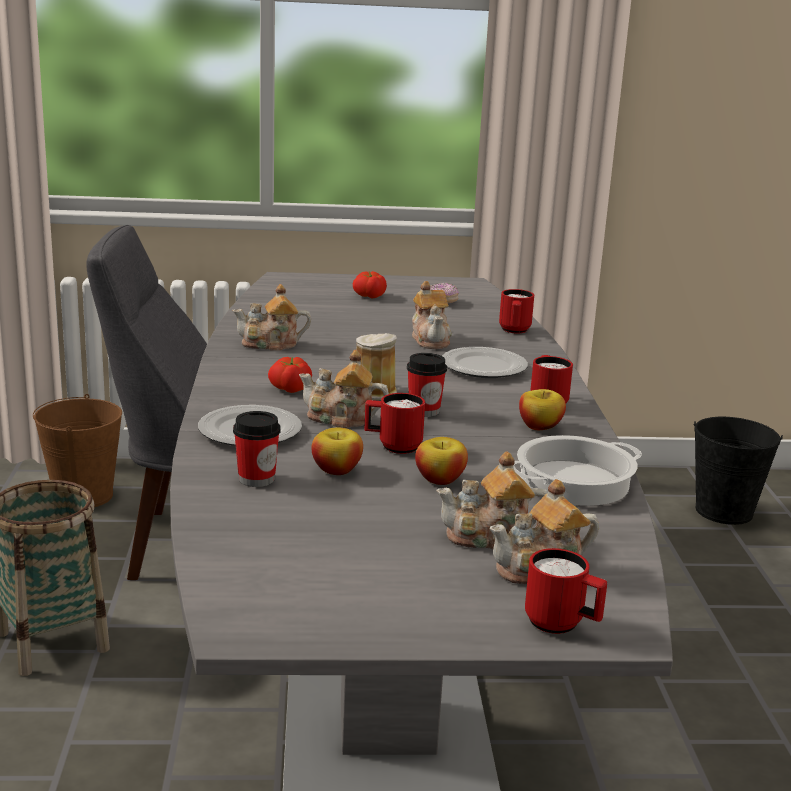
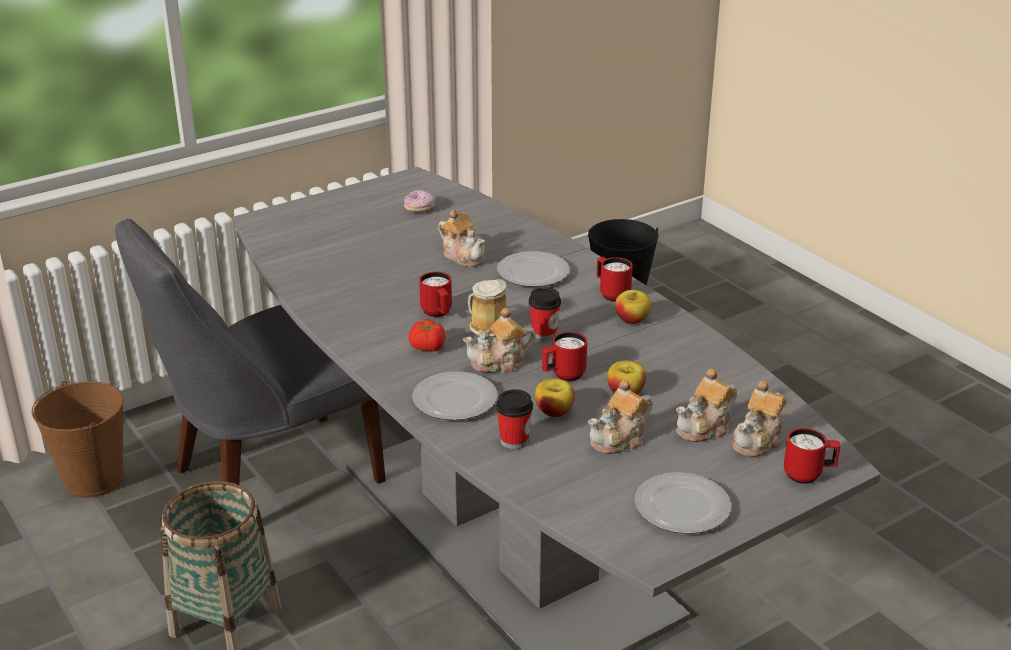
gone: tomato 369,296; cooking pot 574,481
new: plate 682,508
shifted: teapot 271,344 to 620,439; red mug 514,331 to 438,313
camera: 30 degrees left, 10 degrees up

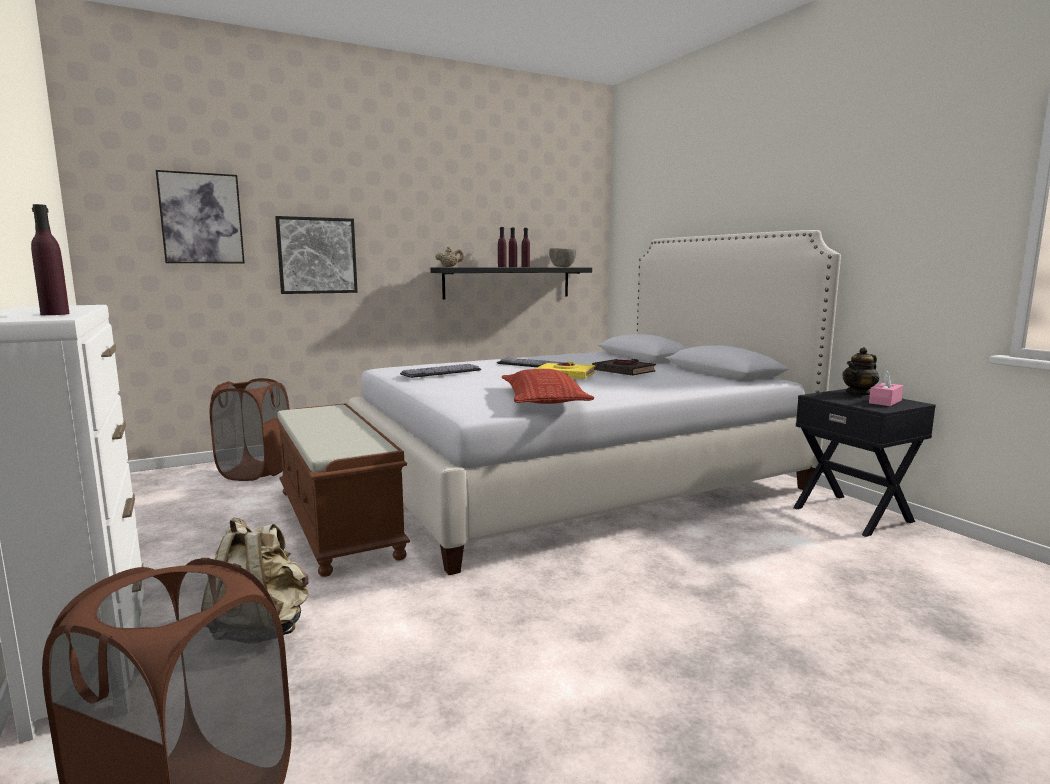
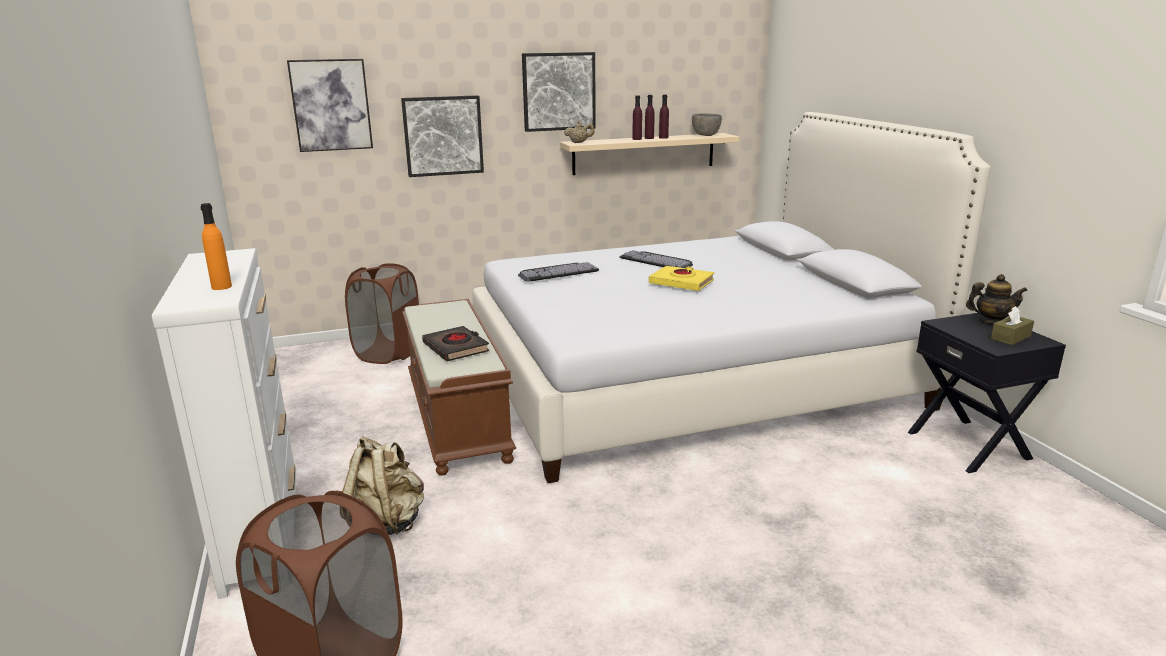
gone: pillow 543,398
new: picture 558,91
shifted: black book 623,371 to 456,348
repainted: purple bottle 55,314 to orange bottle 221,287; black shelf 507,282 to beige shelf 644,153; pink tissue box 885,402 to brown tissue box 1010,337
rotated: teapot 859,393 = 991,322 150 degrees counterclockwise
camera: 10 degrees right, 10 degrees up

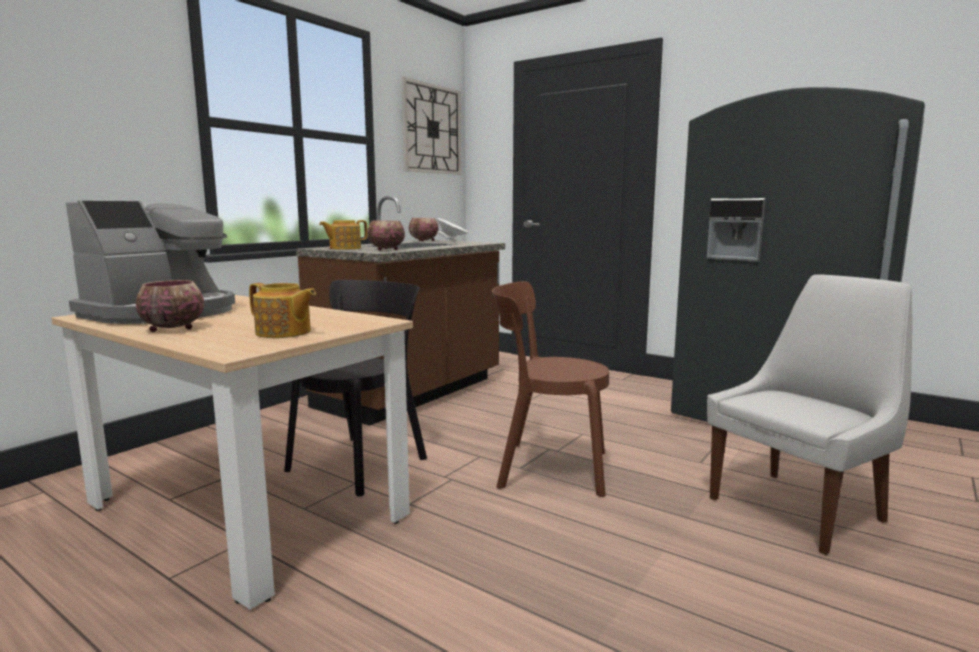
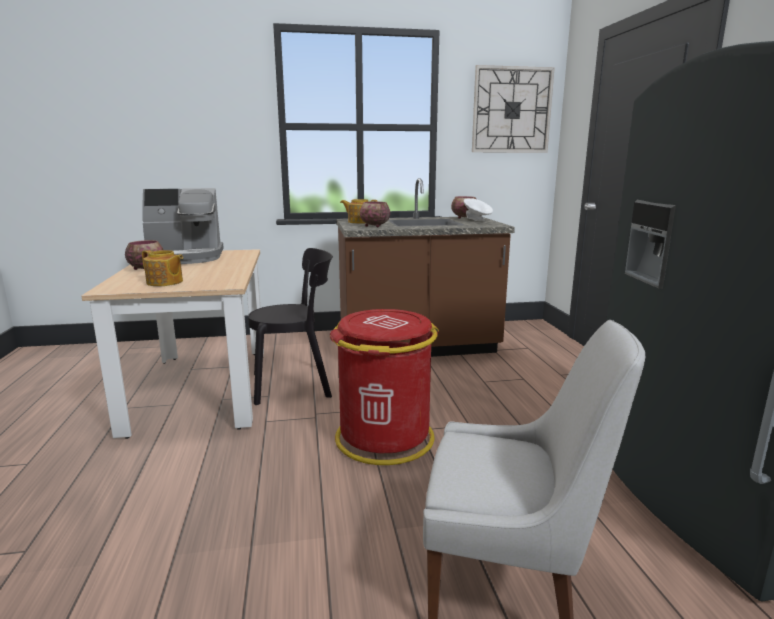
swapped: brown chair 546,468 to red trash can 384,438
rotated: teapot 283,332 = 165,282 45 degrees counterclockwise
camera: 45 degrees right, 5 degrees up

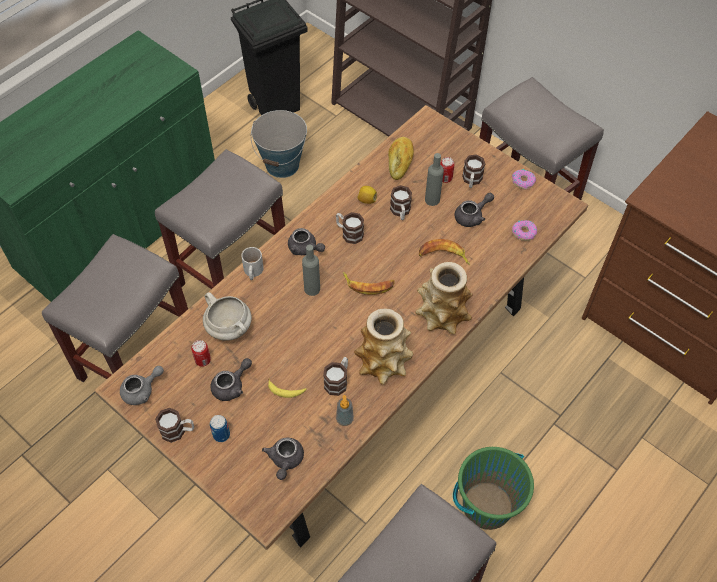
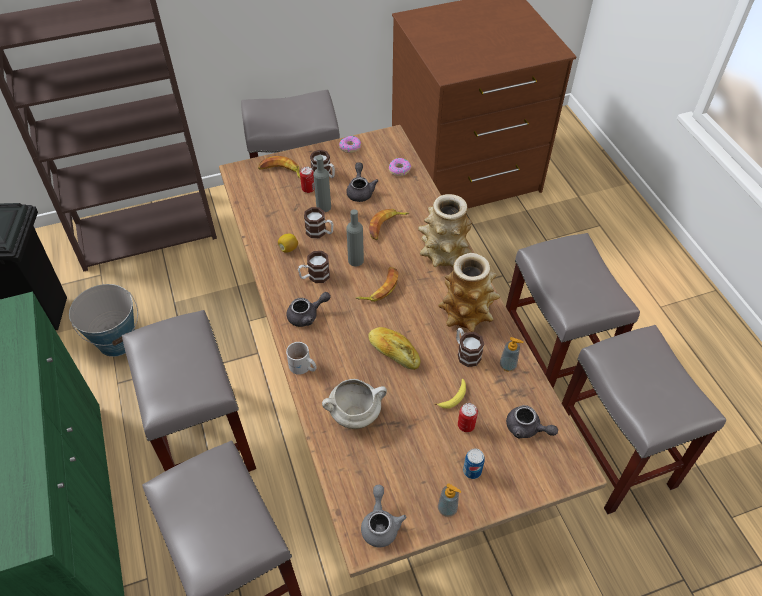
gone: grey teapot 232,386
new: banana 280,171
shifted: bread 400,162 to 393,352; grey bottle 312,289 to 355,260; can 203,360 to 466,425
swapped: mug 178,431 to soap dispenser 447,508; green bucket 486,505 to grey stool 553,358
camera: 60 degrees left, 5 degrees down

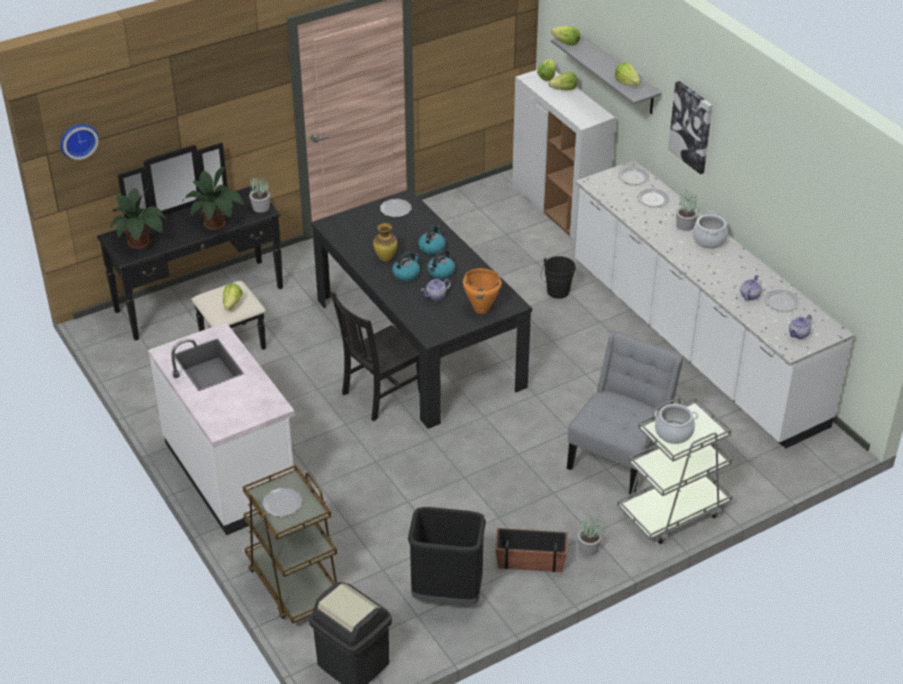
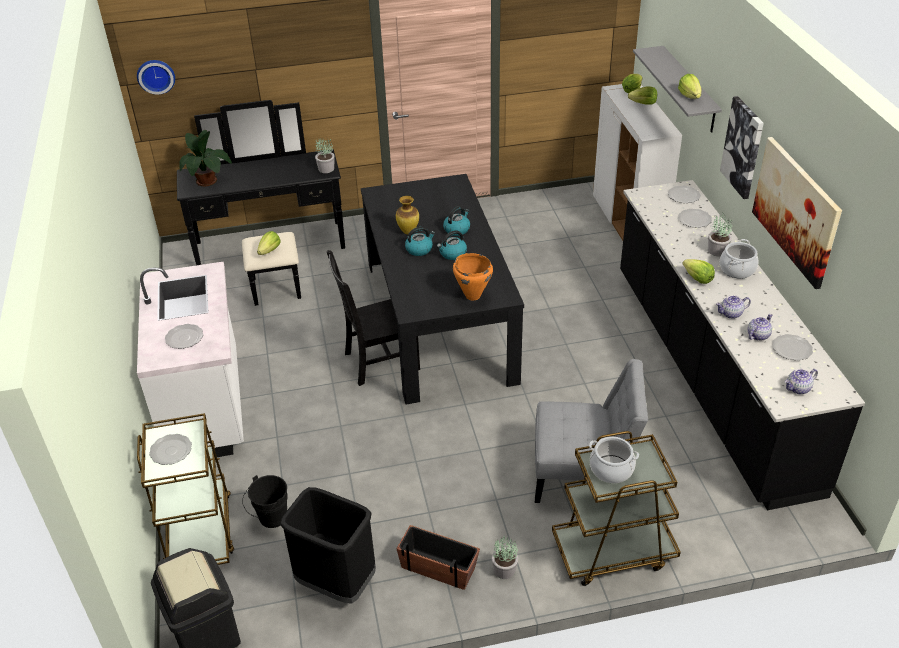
gone: potted plant 216,223
new: picture 795,210
shifted: lettuce 566,43 to 697,278; plate 395,209 to 184,338; black bucket 557,293 to 270,519; teapot 436,296 to 731,314
repainted: white counter 693,343 to black counter 709,375; grey cart 673,511 to brown cart 613,551
rotated: grey chair 620,455 = 583,475 45 degrees clockwise
camera: 20 degrees right, 0 degrees up

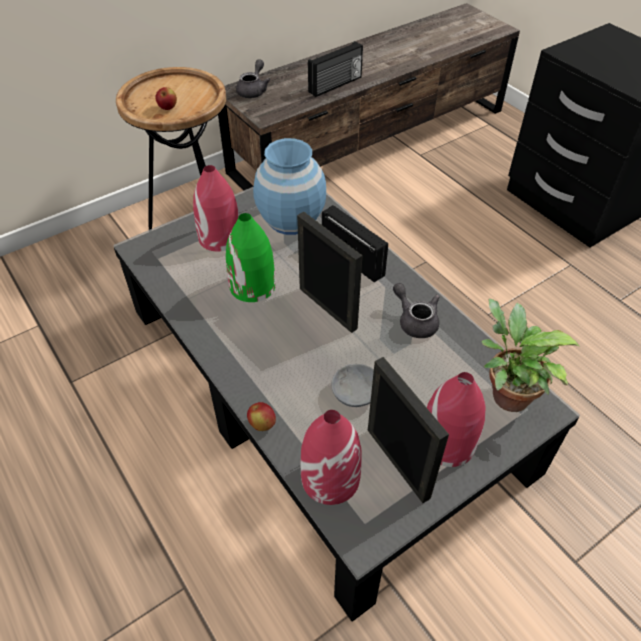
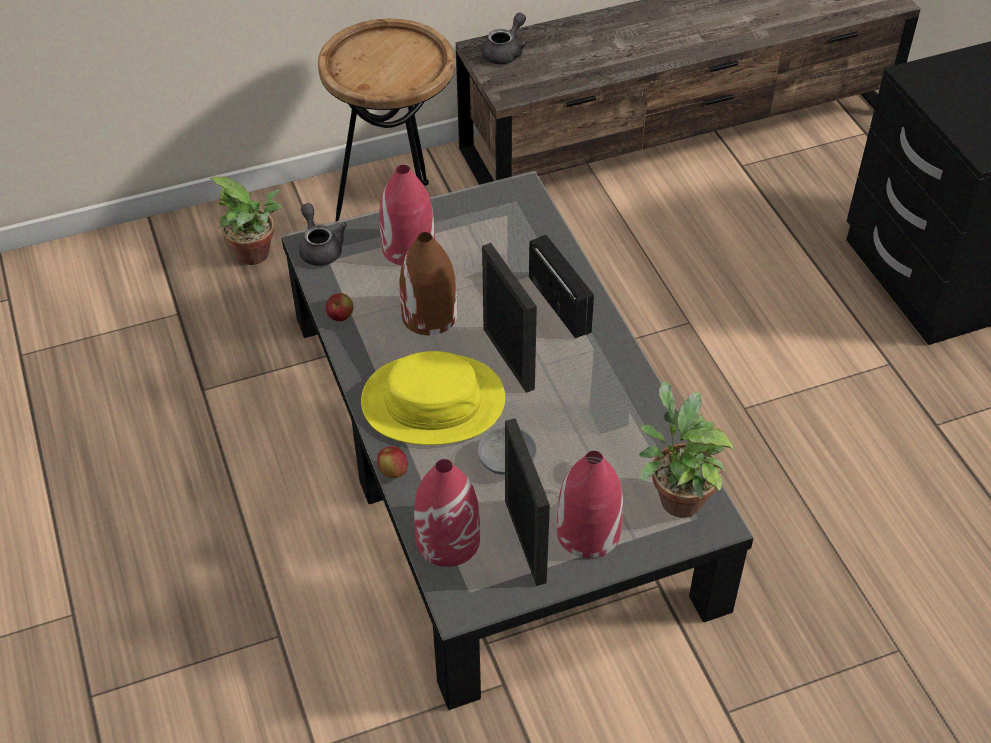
gone: radio 336,85; blue vase 291,220
new: potted plant 257,255; yellow hat 433,401
shifted: apple 168,108 to 340,317; grey teapot 415,321 to 320,248
repainted: green vase 252,286 to brown vase 429,316
camera: 15 degrees right, 0 degrees up

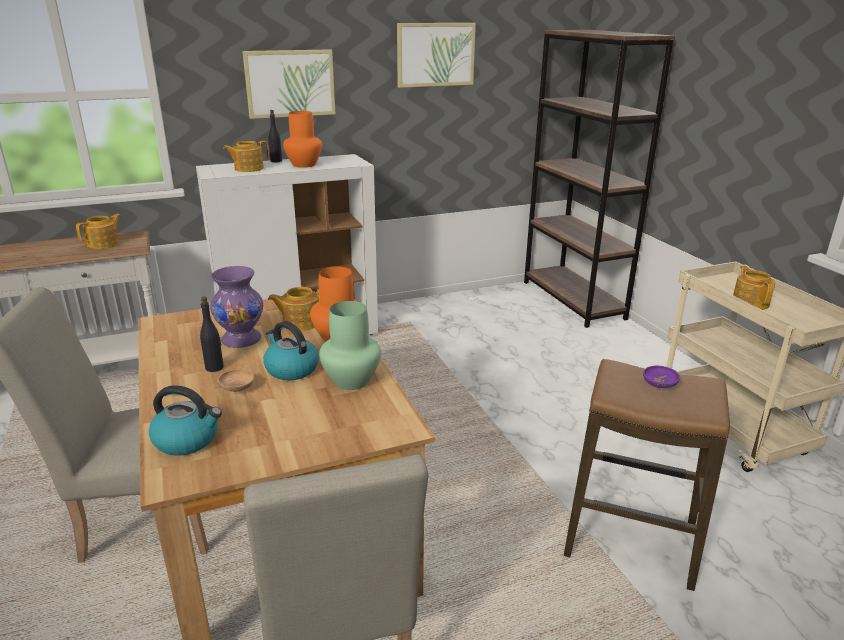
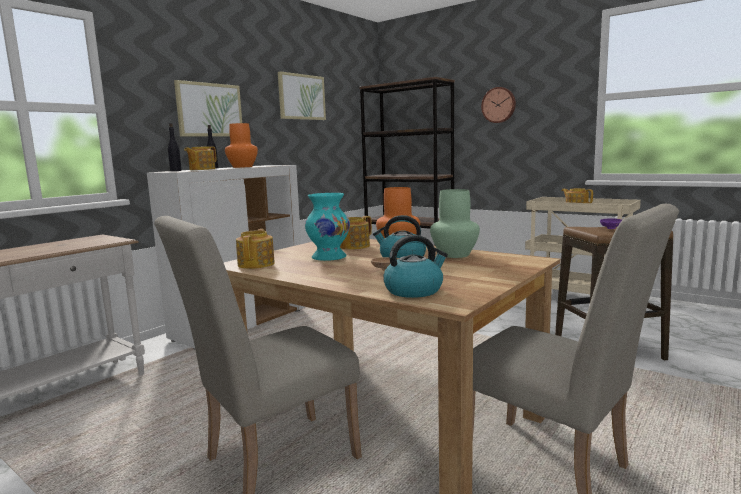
new: wall clock 499,105
shifted: teapot 104,244 to 257,264; black bottle 214,367 to 176,171
repainted: purple vase 240,340 to turquoise vase 329,258
camera: 30 degrees left, 15 degrees down

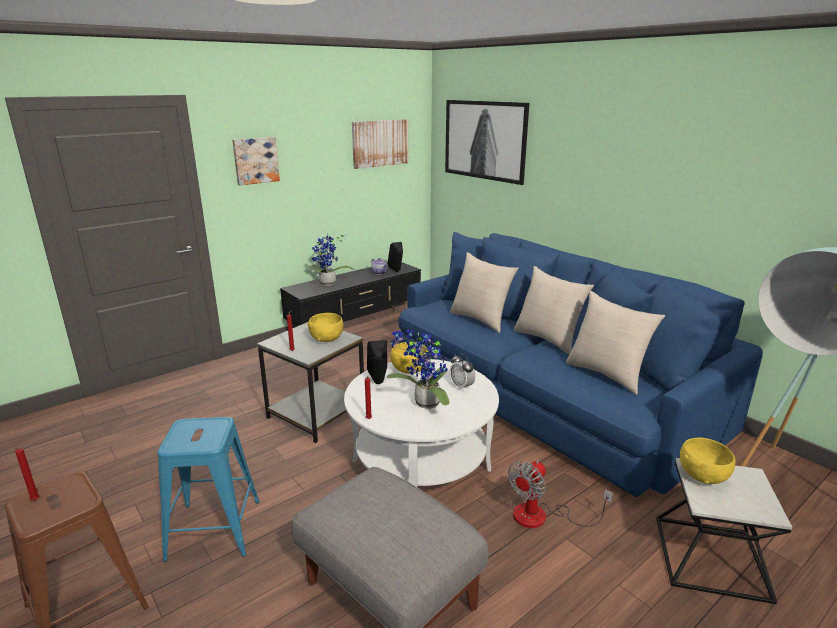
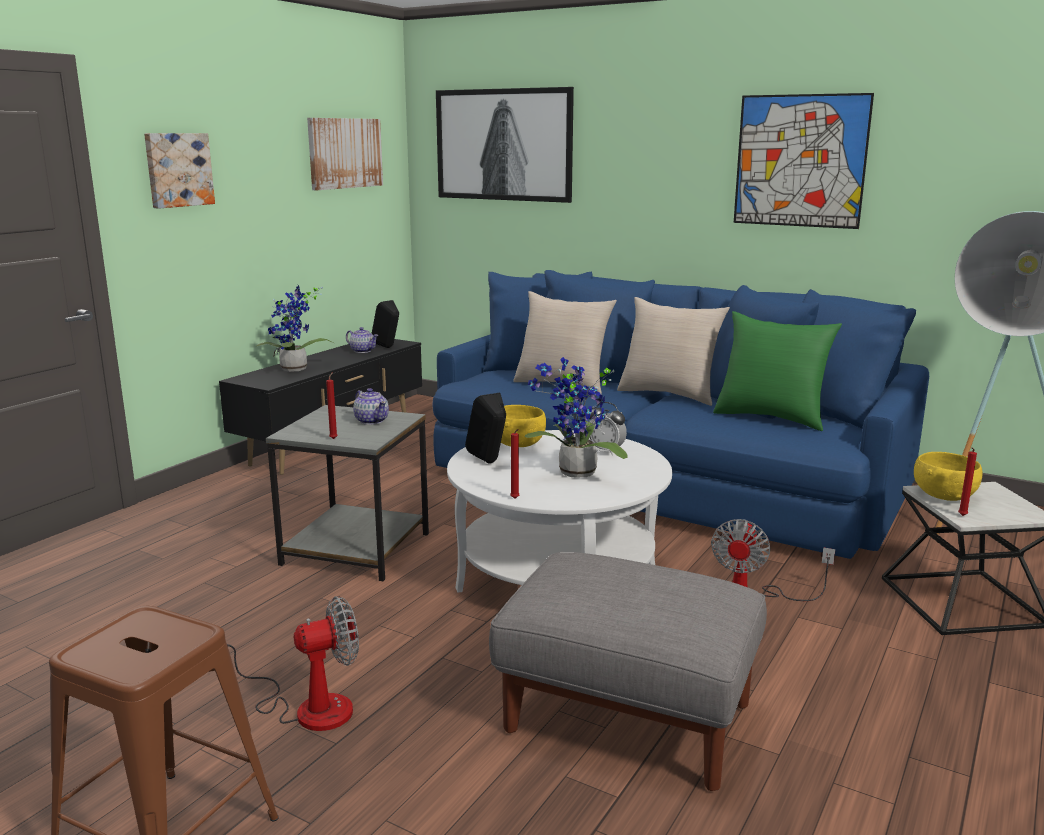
new: picture 800,161
shifted: red candle 33,500 to 962,516
swapped: yellow bowl 326,338 to teapot 371,421; blue stool 214,529 to fan 308,707
repainted: beige pillow 607,374 to green pillow 771,417
camera: 20 degrees left, 5 degrees down

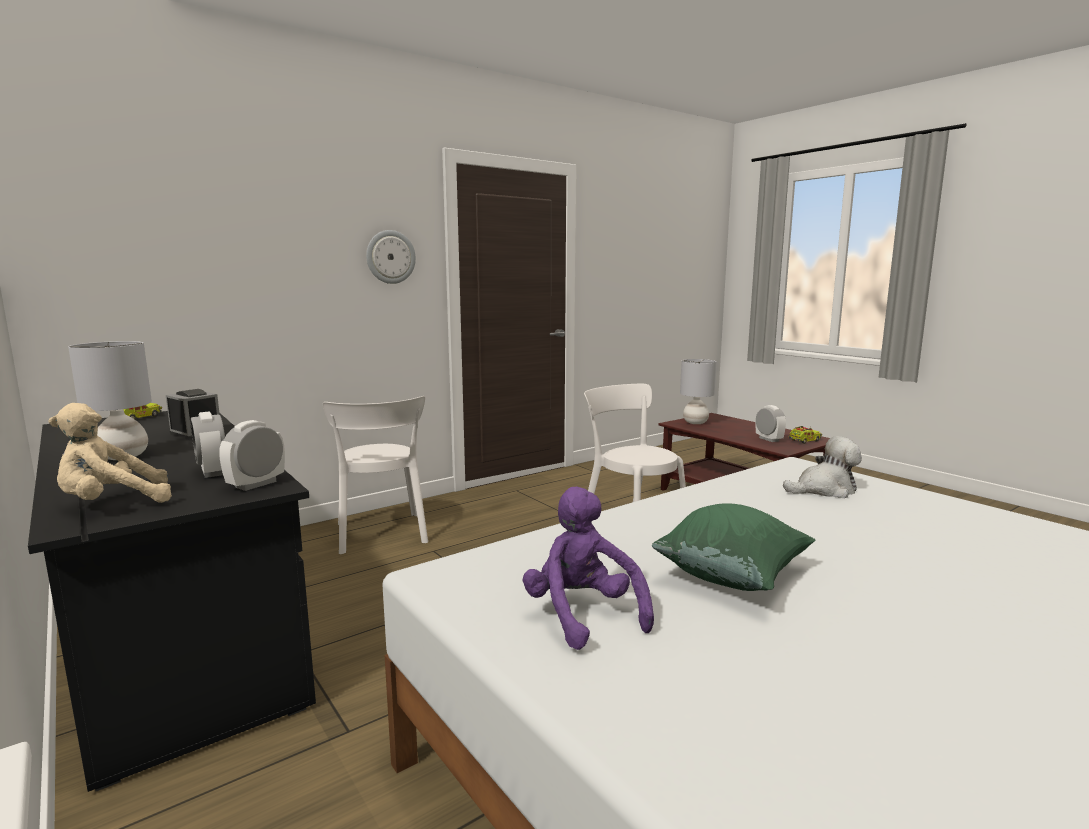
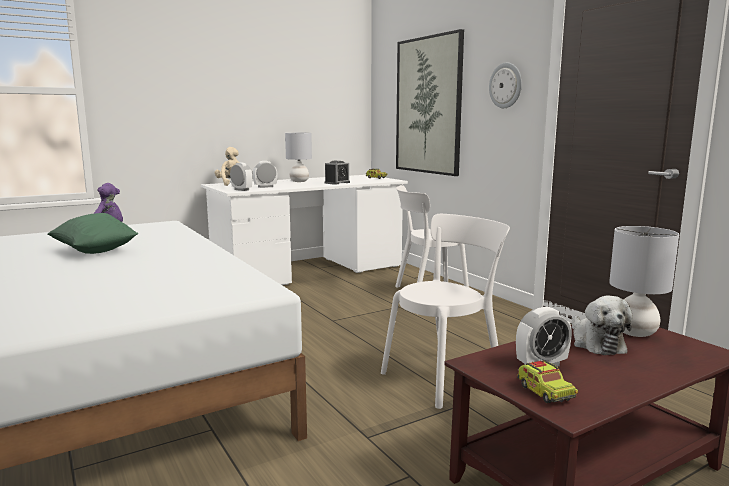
new: picture 428,105
shifted: plush toy 824,490 to 596,343
repainted: black desk 175,636 to white desk 308,270
camera: 95 degrees right, 0 degrees up

